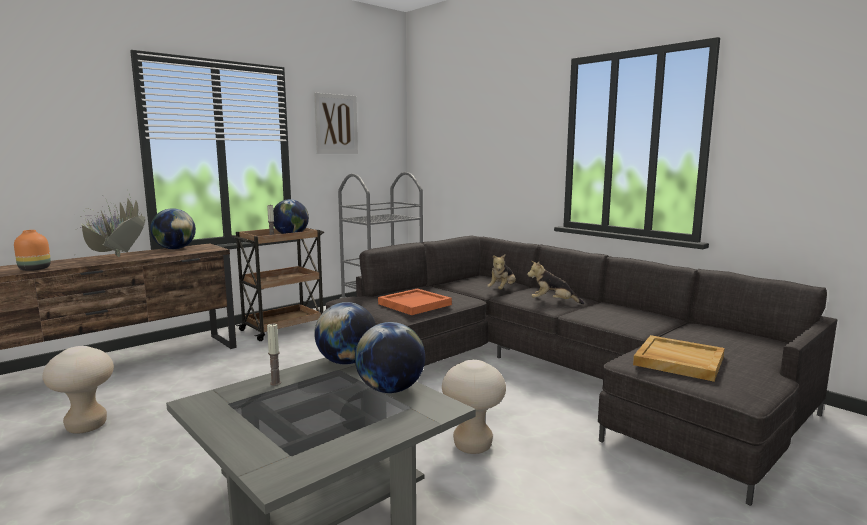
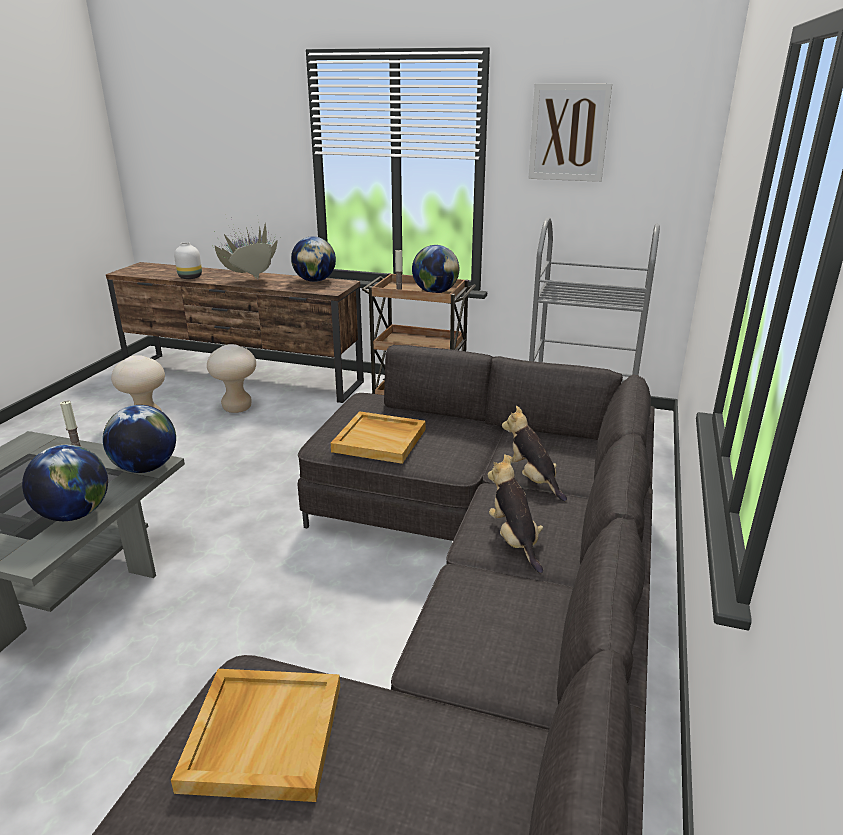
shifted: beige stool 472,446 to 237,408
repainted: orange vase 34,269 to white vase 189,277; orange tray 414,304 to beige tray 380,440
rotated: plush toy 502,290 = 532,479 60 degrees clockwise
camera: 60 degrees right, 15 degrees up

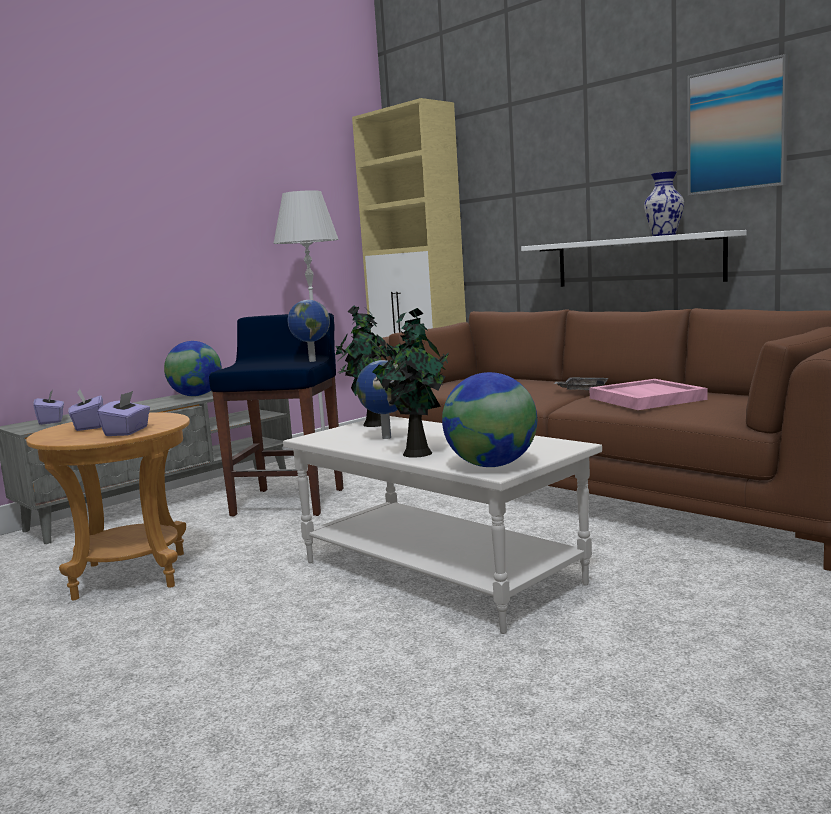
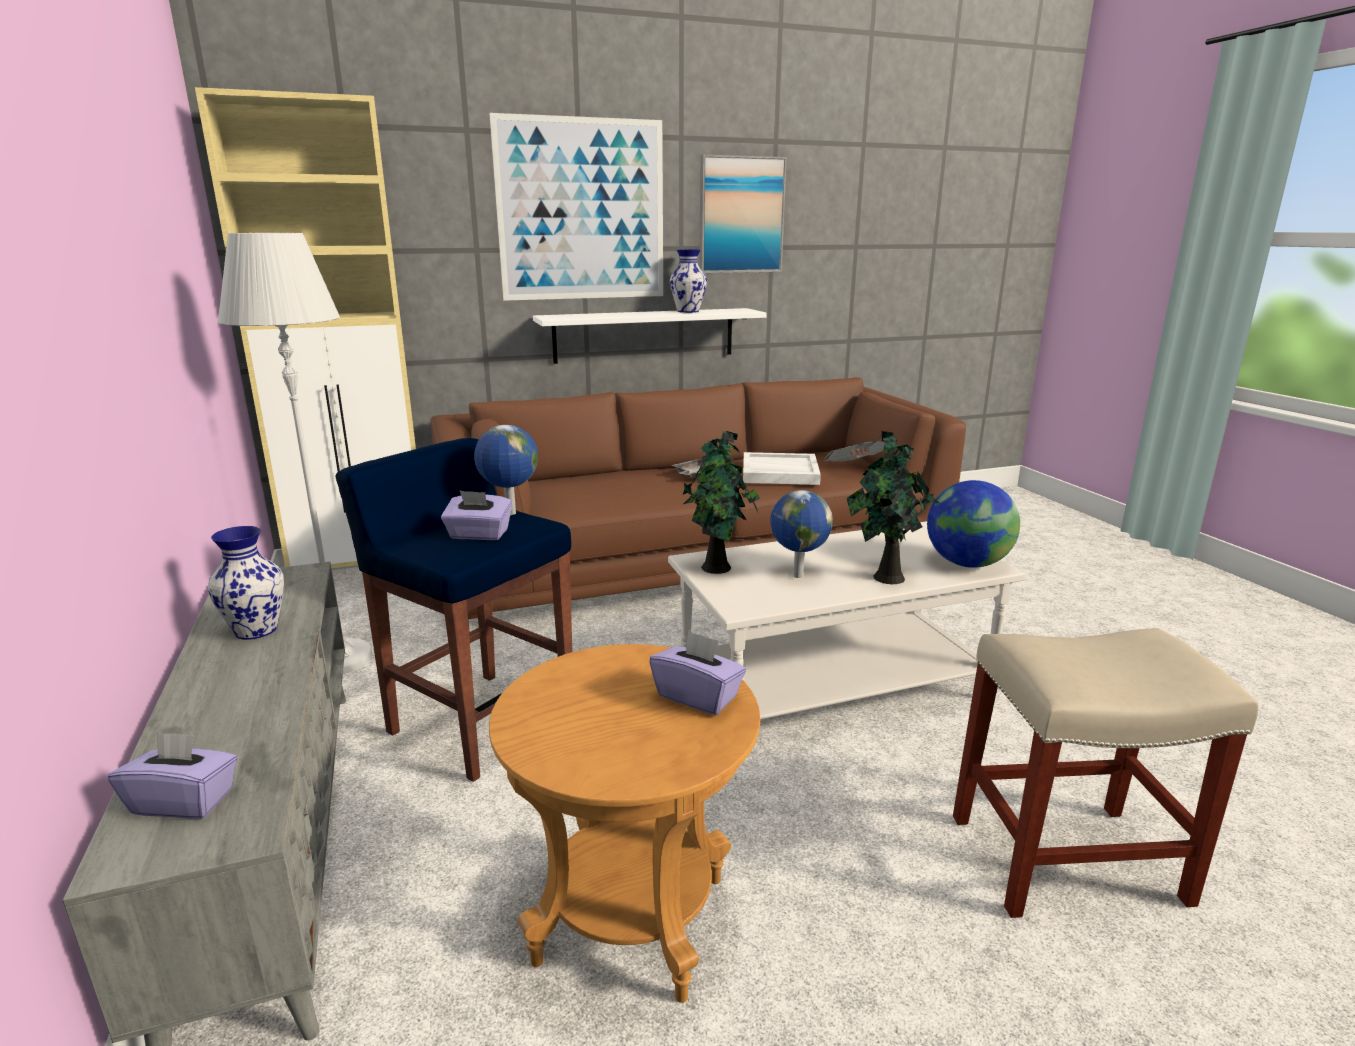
new: picture 582,210; newspaper 854,469; beige stool 1069,858
shifted: purple tissue box 88,426 to 478,535
swapped: globe 196,396 to vase 257,630
repainted: pink tray 645,399 to white tray 779,473
camera: 65 degrees left, 10 degrees up

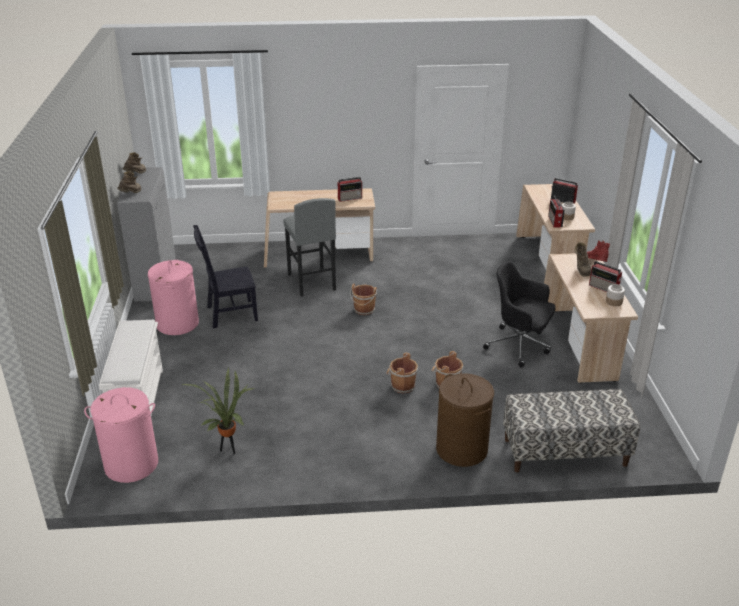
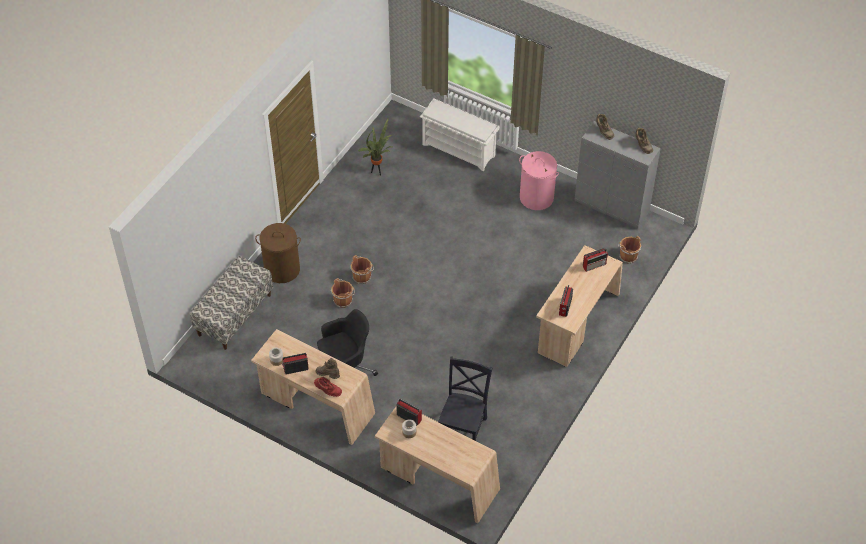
gone: grey stool 311,282; pink laundry basket 131,465
shifted: radio 562,200 to 594,265; black chair 229,314 to 463,427; brown bucket 364,310 to 627,256
camera: 125 degrees right, 20 degrees up

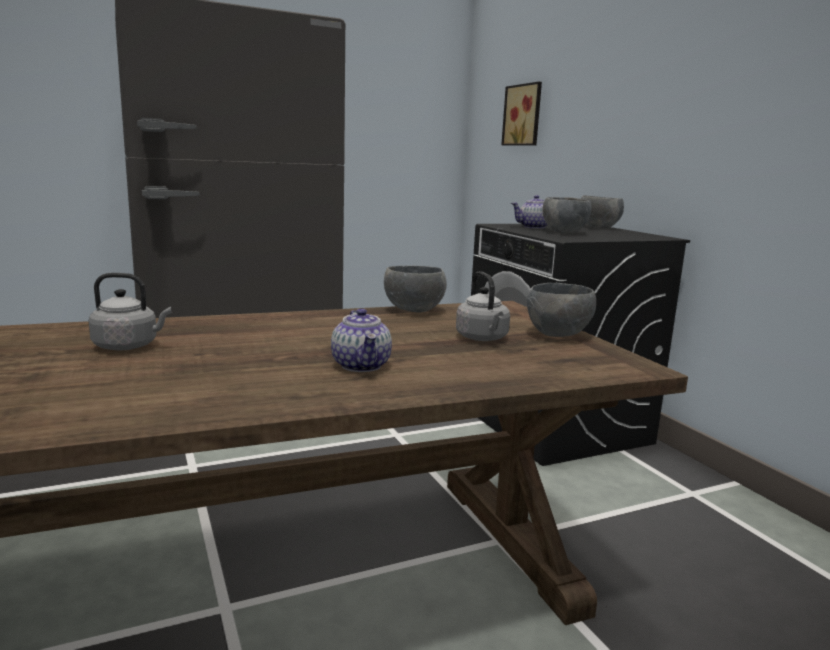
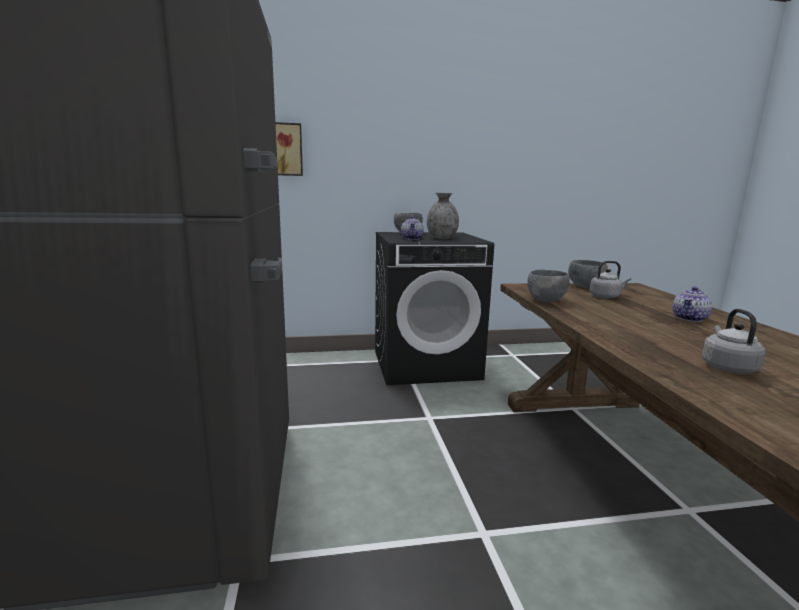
swapped: grey bowl 563,232 to grey vase 442,238
rotated: teapot 362,366 = 690,318 135 degrees clockwise
camera: 75 degrees left, 0 degrees up

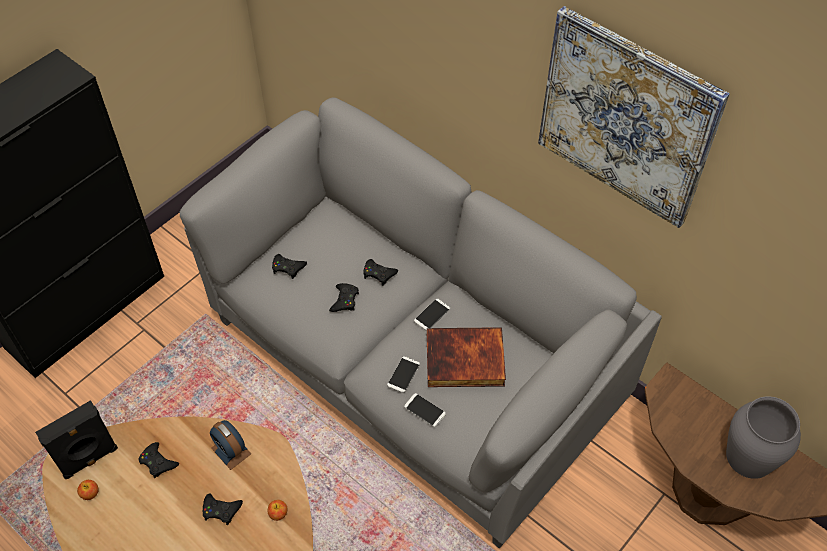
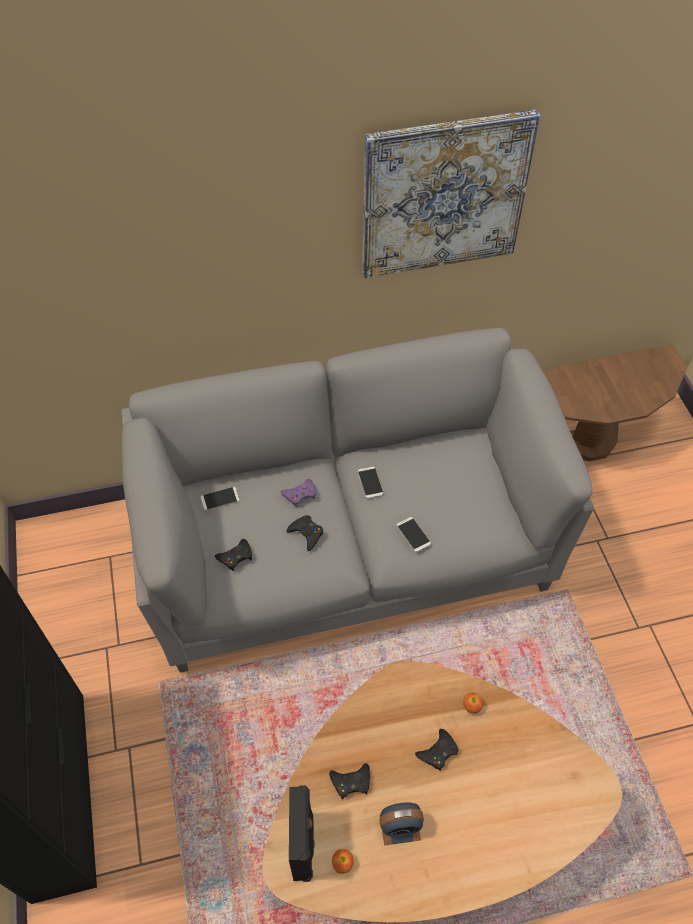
gone: book 464,361; grey vase 749,457
shifted: phone 425,410 to 220,499; alarm clock 231,451 to 400,827
repainted: black game controller 379,274 to purple game controller 300,494
camera: 55 degrees left, 0 degrees up

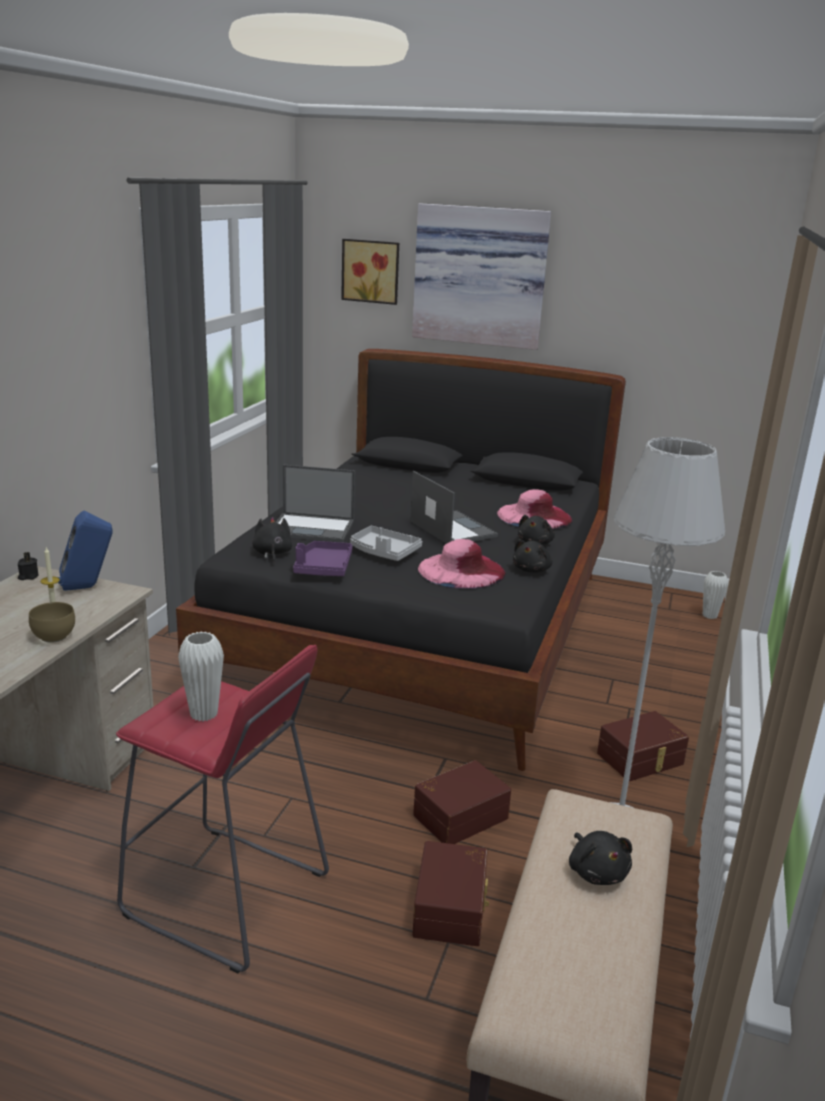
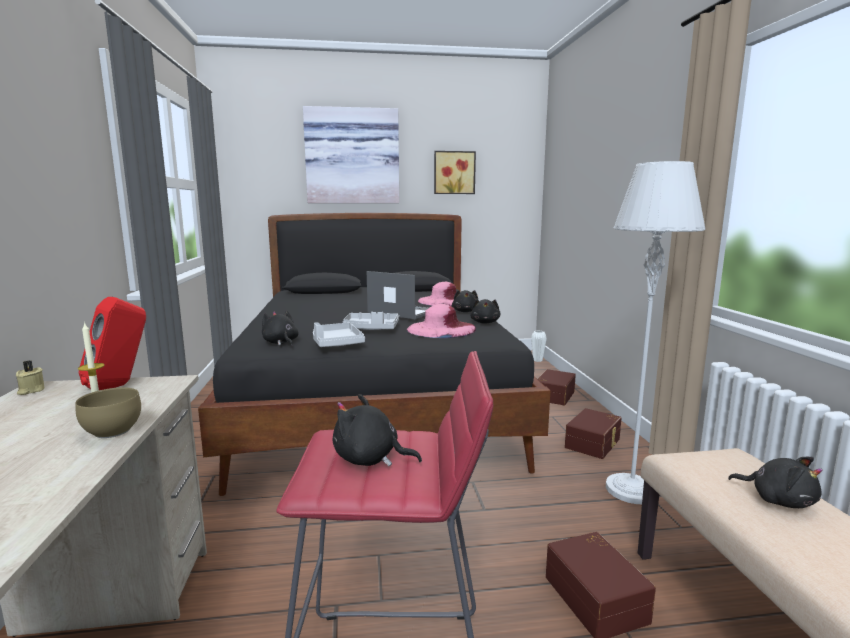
gone: laptop 313,528
shifted: picture 371,271 to 454,172; brown storage box 459,815 to 553,395
swapped: white vase 204,714 to black plush toy 370,459
repainted: blue speaker 88,587 to red speaker 120,385; purple tray 323,568 to grey tray 336,343; black candle 28,576 to beige candle 30,390
camera: 25 degrees left, 10 degrees down

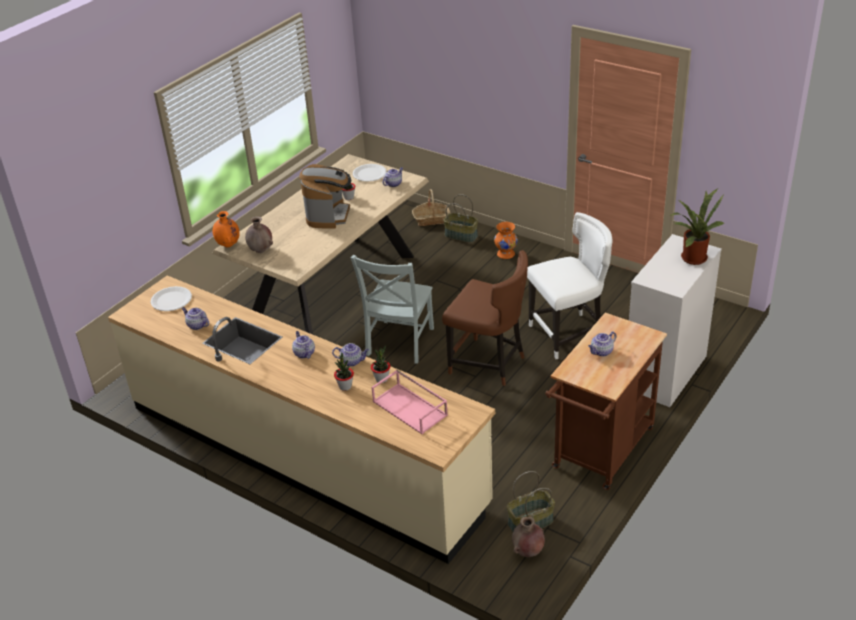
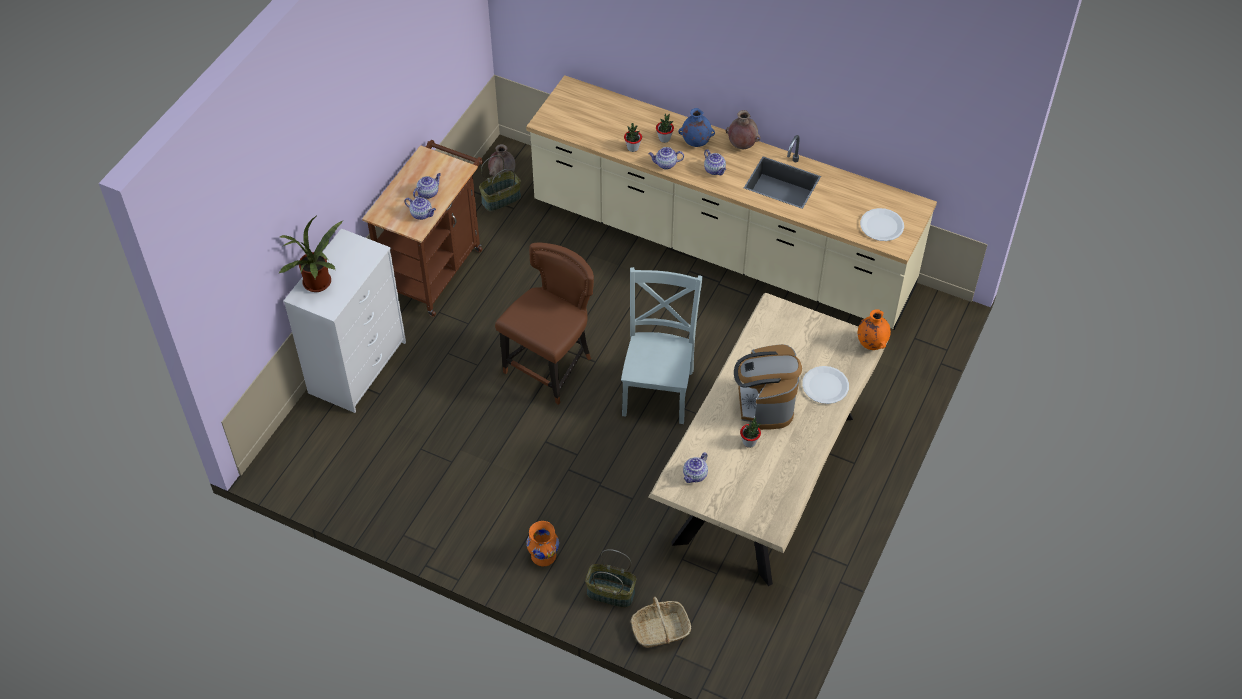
gone: white chair 568,334; pink tray 411,408
new: blue vase 695,143
shifted: white plate 369,174 to 825,386; brown vase 261,250 to 741,145; teapot 197,325 to 422,214
rotated: brown chair 489,364 = 551,366 105 degrees clockwise
camera: 170 degrees right, 15 degrees up

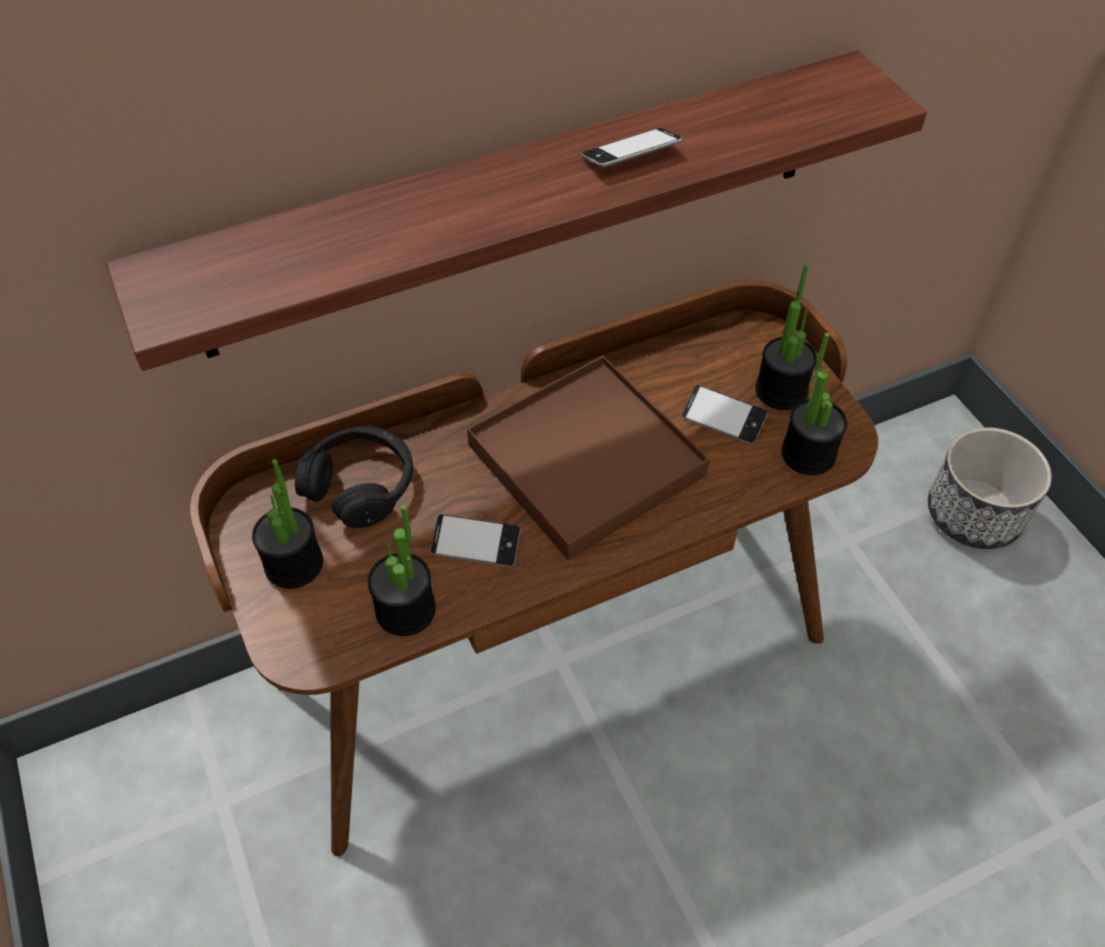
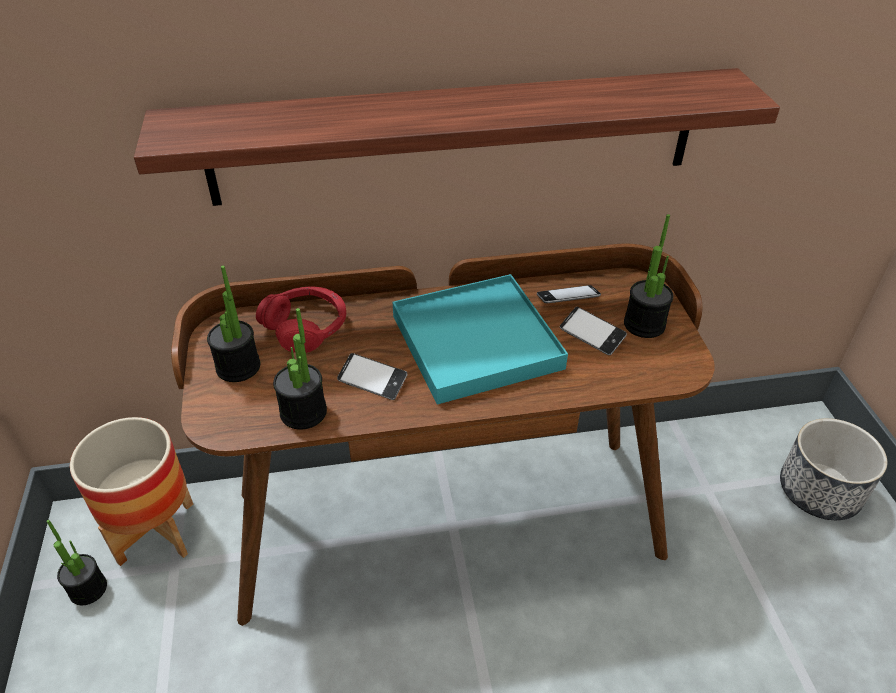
new: planter 156,532
shifted: phone 631,155 to 567,298; potted plant 808,454 to 88,589
repainted: brown tray 585,460 to turquoise tray 475,342; black headphones 361,485 to red headphones 306,327
camera: 15 degrees right, 10 degrees down

